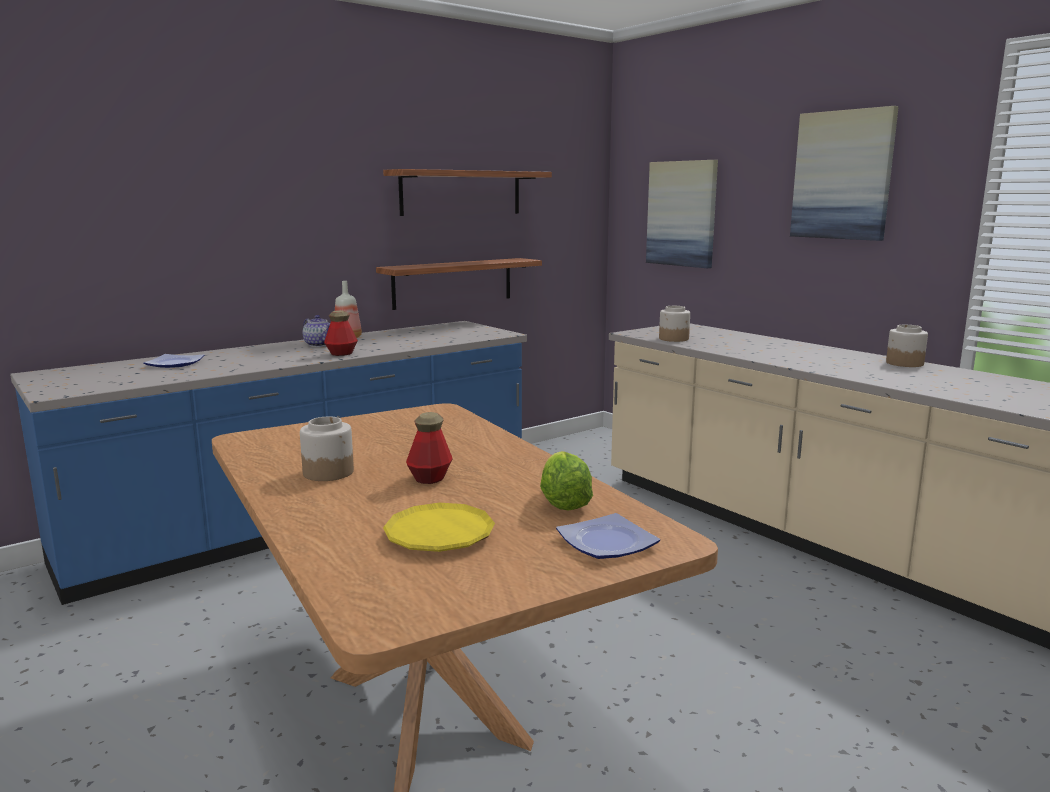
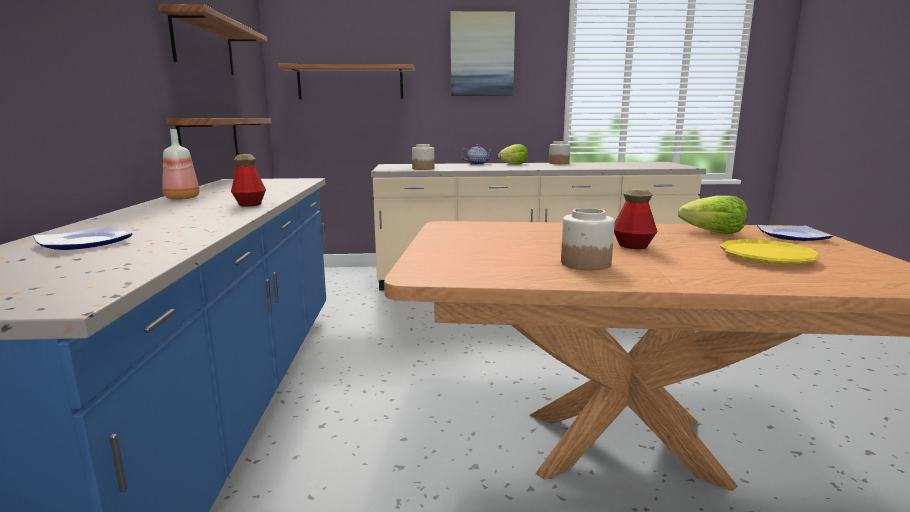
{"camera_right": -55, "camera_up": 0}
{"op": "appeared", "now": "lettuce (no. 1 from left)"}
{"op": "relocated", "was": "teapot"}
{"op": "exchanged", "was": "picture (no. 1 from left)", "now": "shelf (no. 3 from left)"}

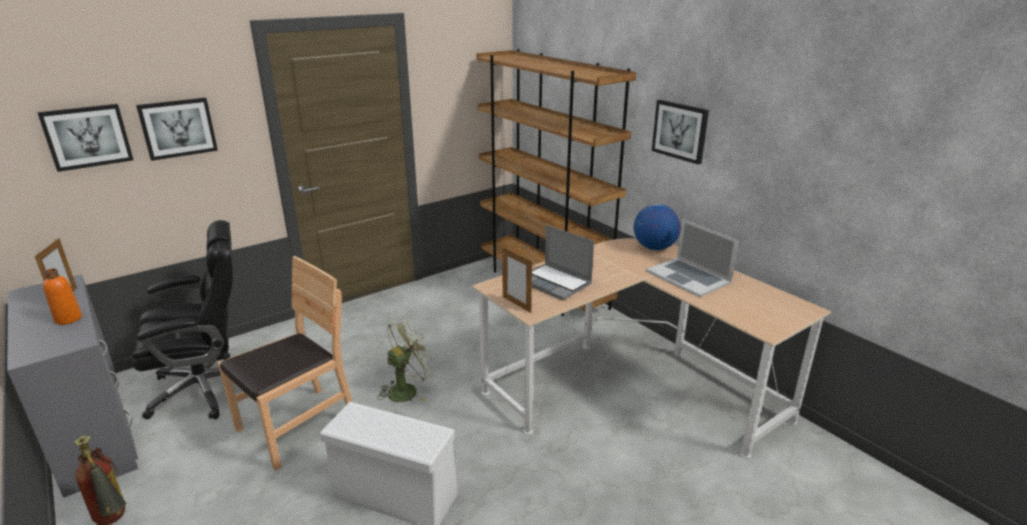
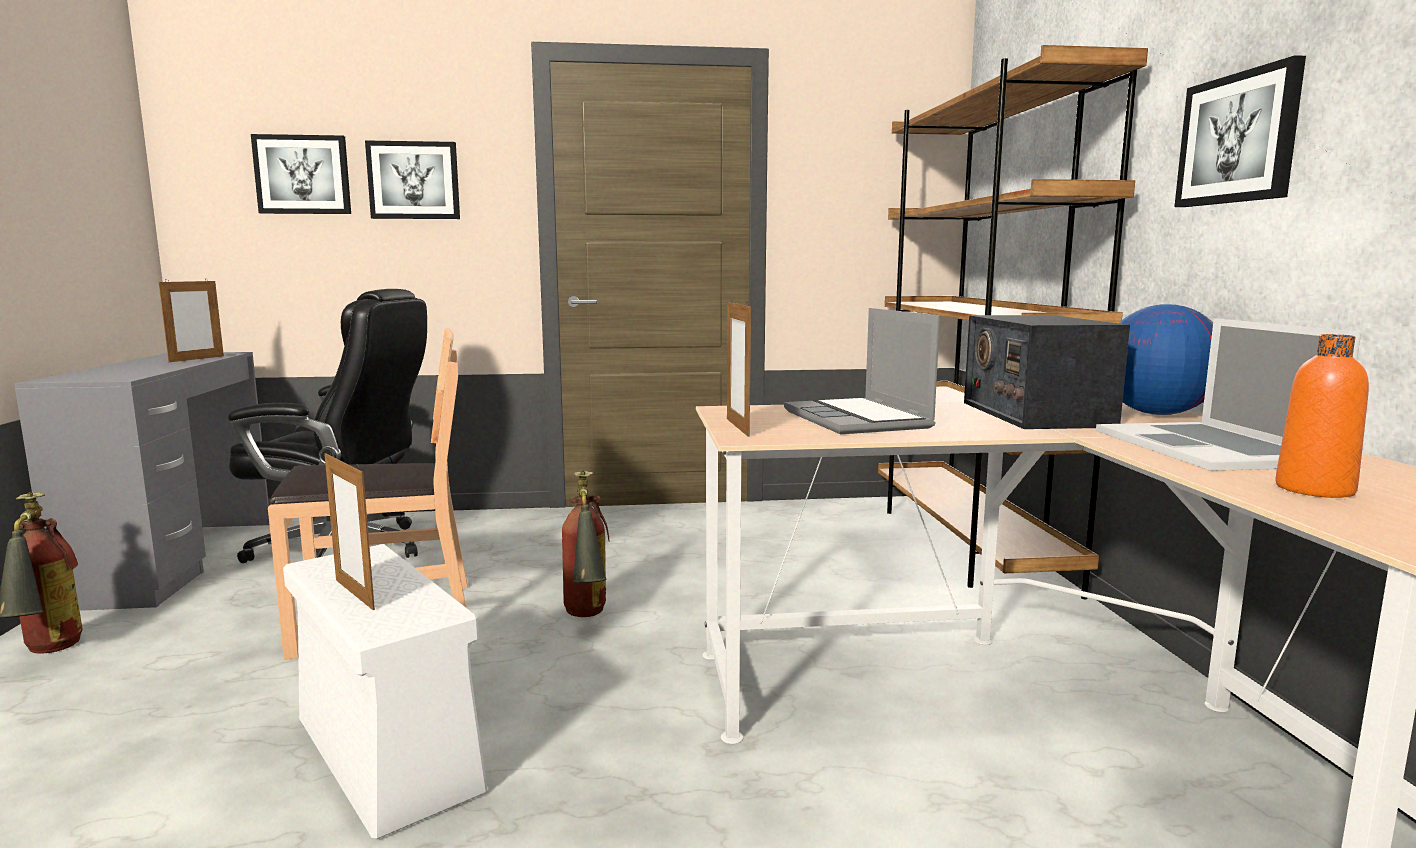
{"camera_right": 30, "camera_up": -15}
{"op": "appeared", "now": "picture frame (no. 2 from left)"}
{"op": "appeared", "now": "radio"}
{"op": "relocated", "was": "orange bottle"}
{"op": "exchanged", "was": "green fan", "now": "fire extinguisher (no. 2 from left)"}

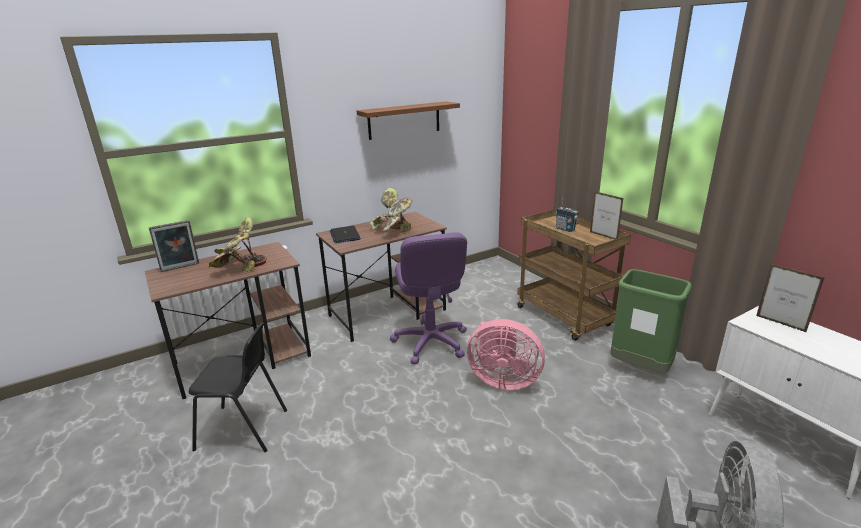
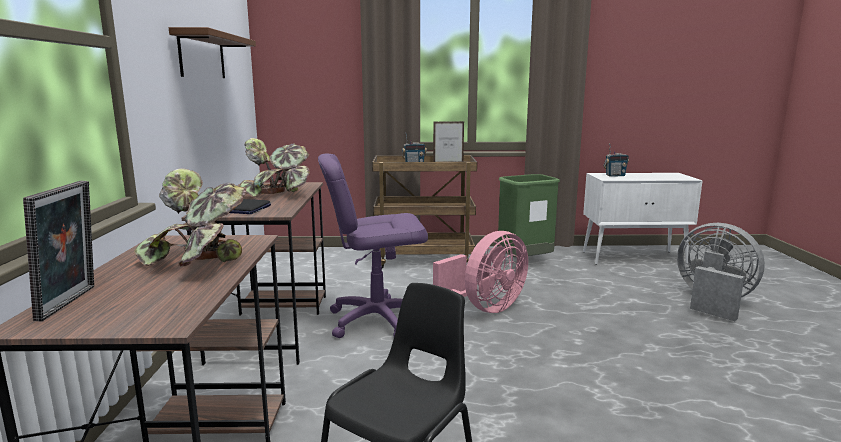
{"camera_right": -60, "camera_up": -10}
{"op": "exchanged", "was": "picture frame (no. 3 from left)", "now": "radio (no. 2 from left)"}
{"op": "spun", "was": "purple office chair", "clockwise": 150}

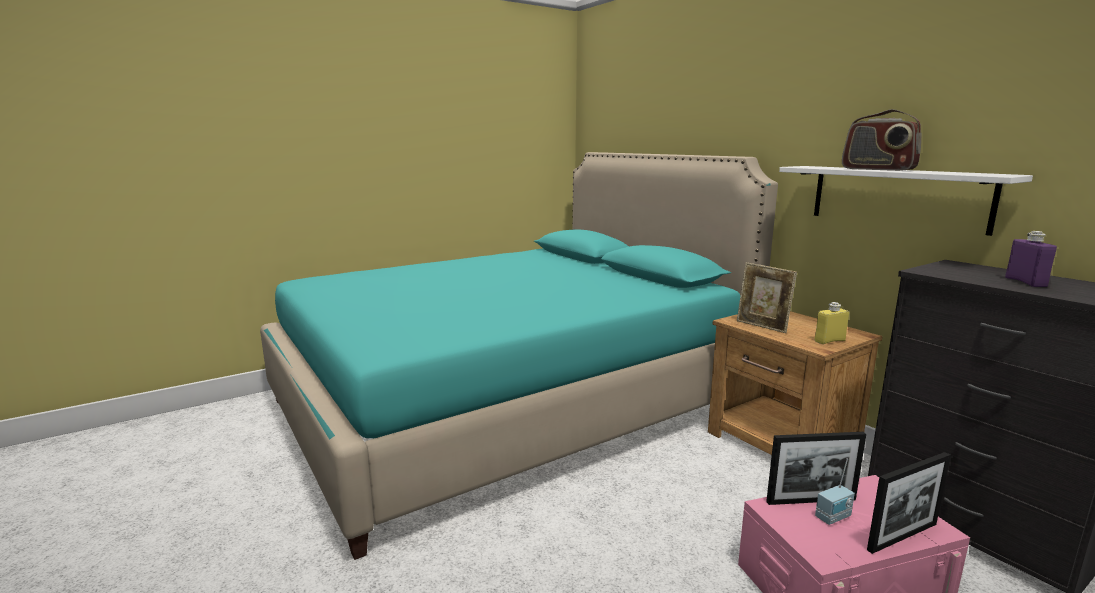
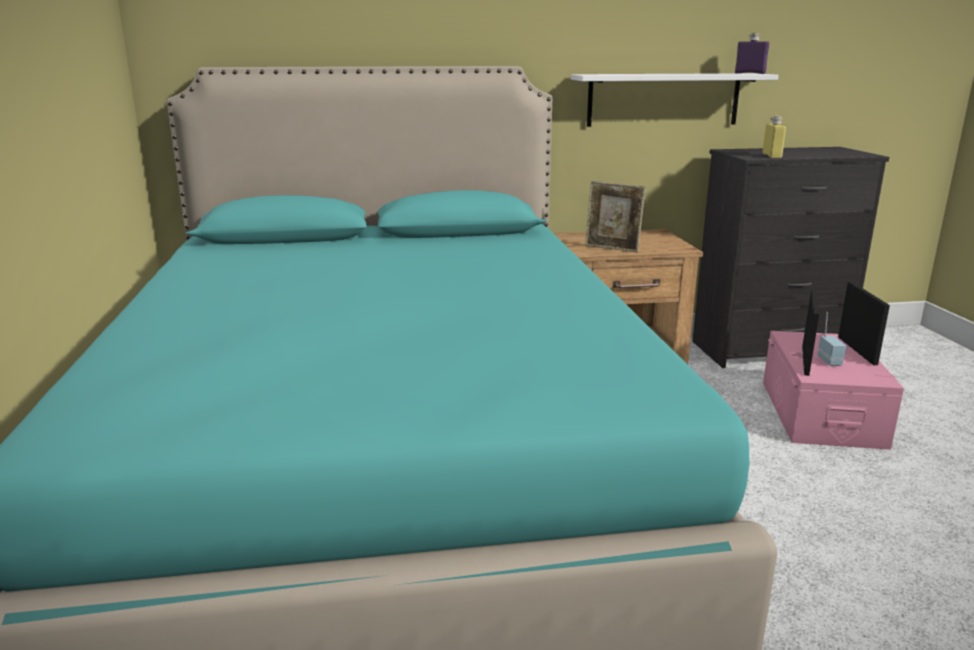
{"camera_right": -65, "camera_up": 5}
{"op": "missing", "was": "radio (no. 2 from left)"}
{"op": "relocated", "was": "yellow bottle"}
{"op": "relocated", "was": "purple bottle"}
{"op": "spun", "was": "picture frame (no. 1 from left)", "clockwise": 45}

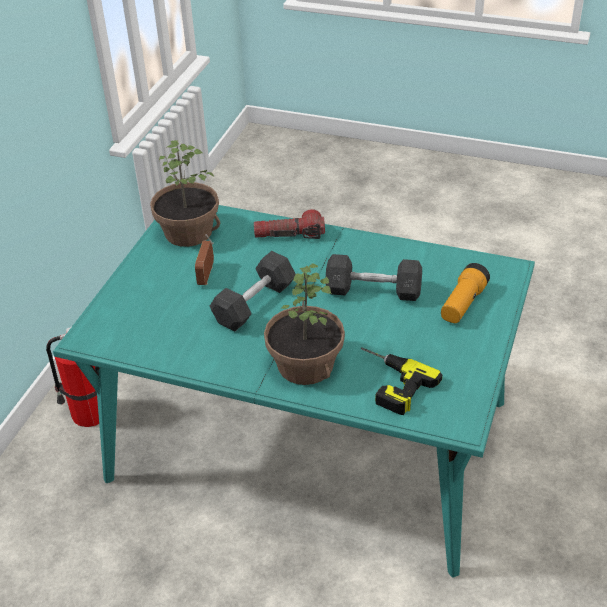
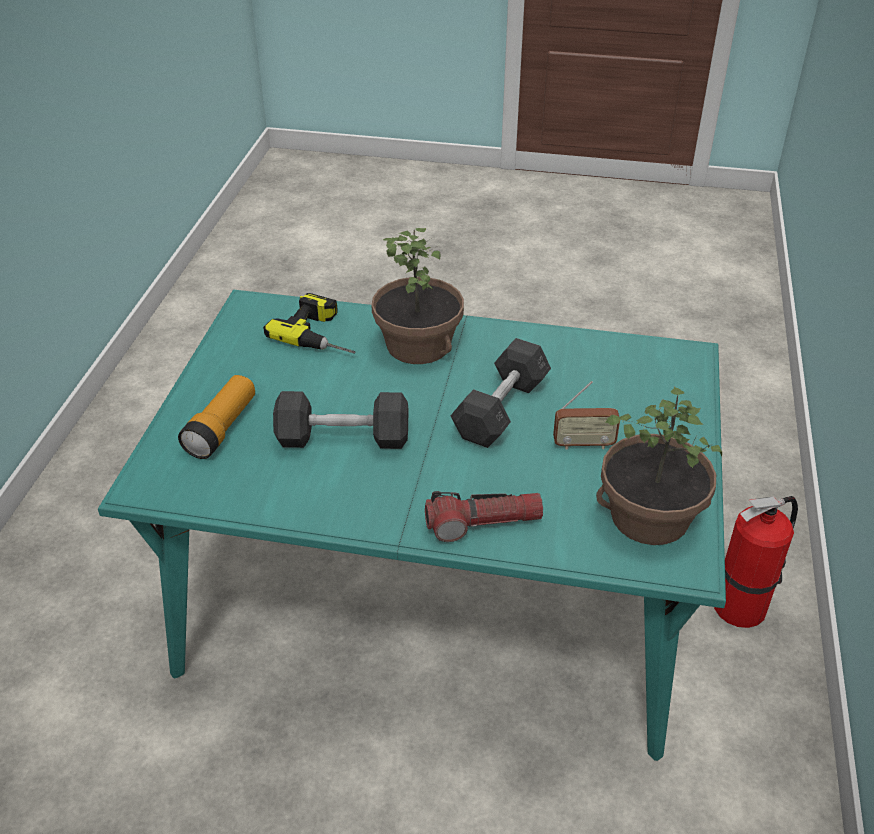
{"camera_right": 170, "camera_up": 0}
{"op": "spun", "was": "radio", "clockwise": 90}

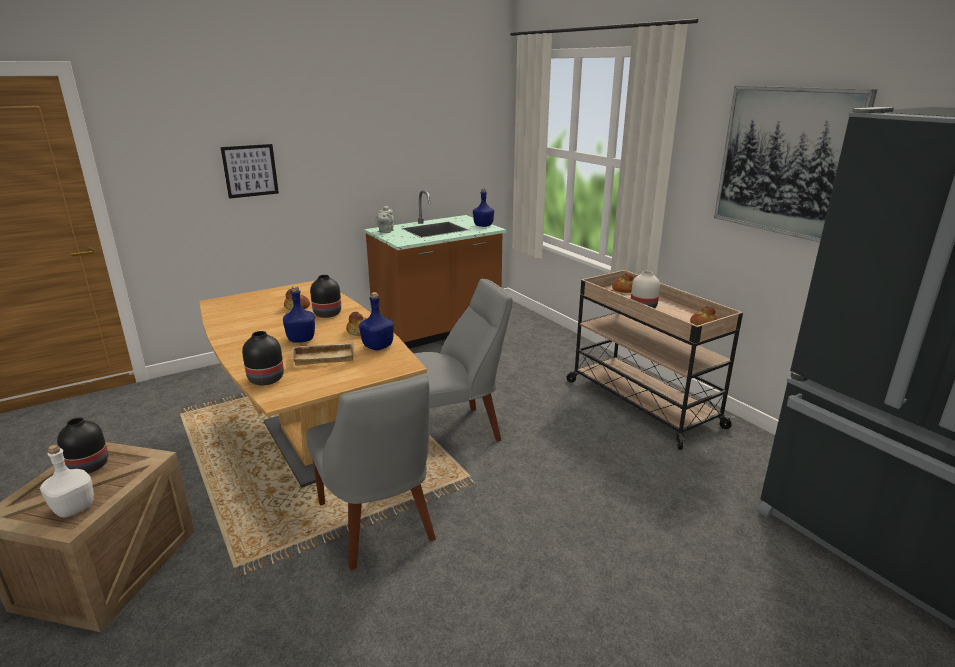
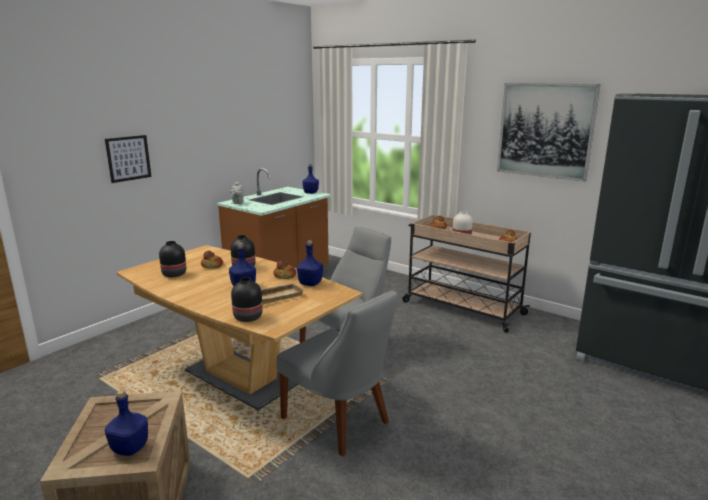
{"camera_right": -20, "camera_up": -5}
{"op": "relocated", "was": "black vase (no. 1 from left)"}
{"op": "colour", "was": "white bottle", "now": "blue bottle (no. 1 from left)"}

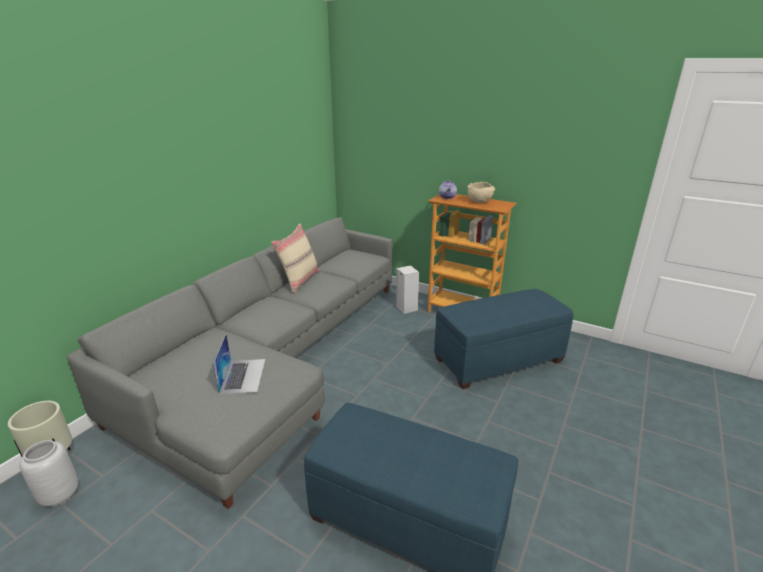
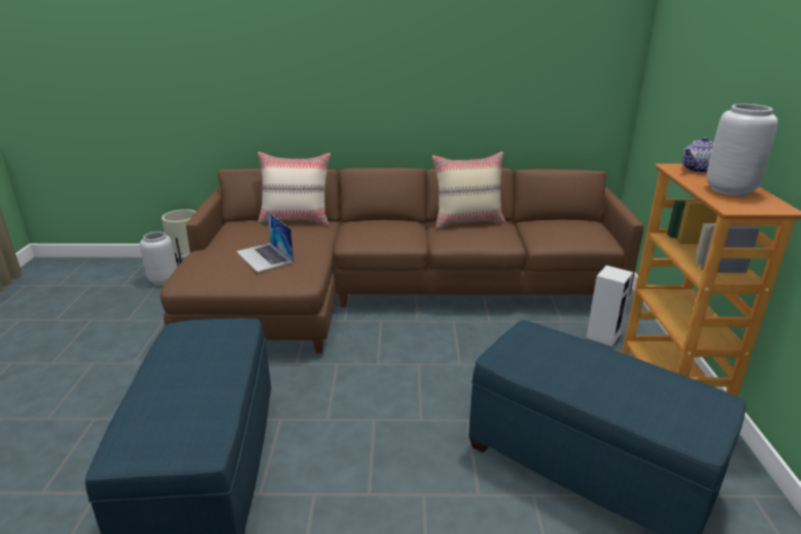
{"camera_right": 60, "camera_up": 0}
{"op": "appeared", "now": "beige pillow (no. 1 from left)"}
{"op": "exchanged", "was": "beige bowl", "now": "grey vase (no. 2 from left)"}
{"op": "colour", "was": "grey sofa", "now": "brown sofa"}
{"op": "spun", "was": "laptop", "clockwise": 90}

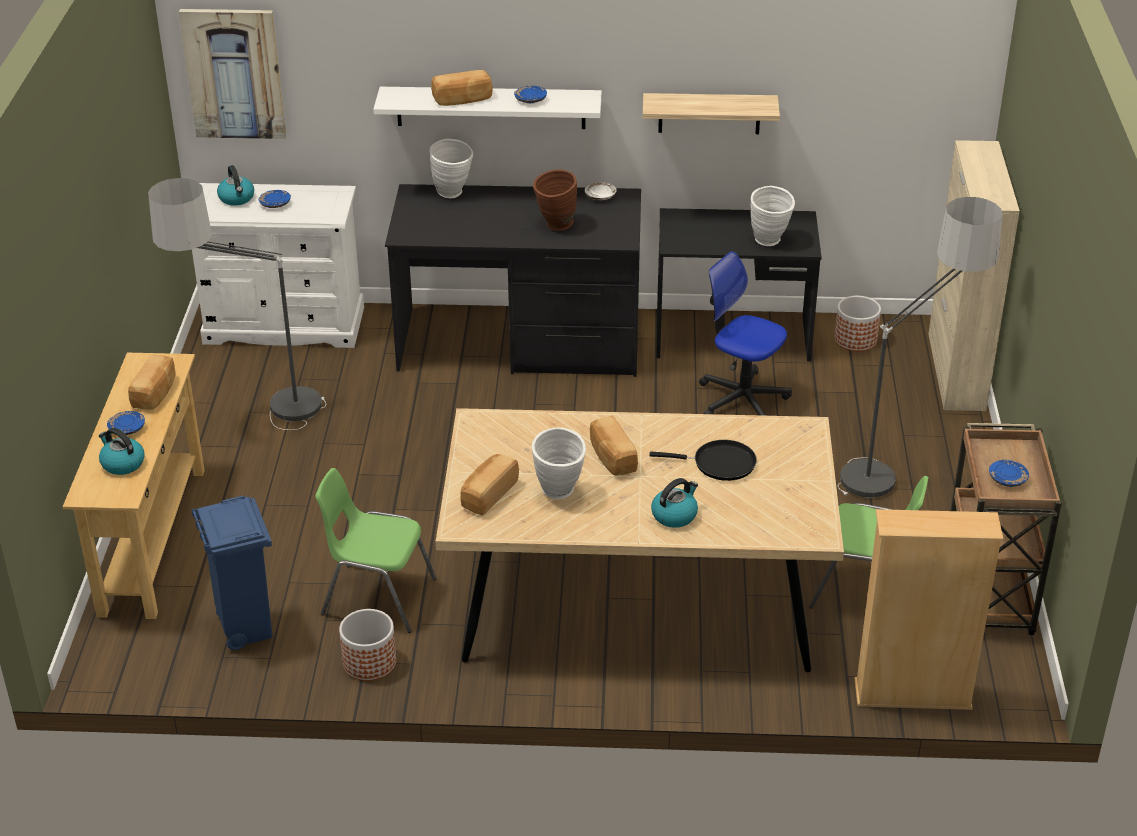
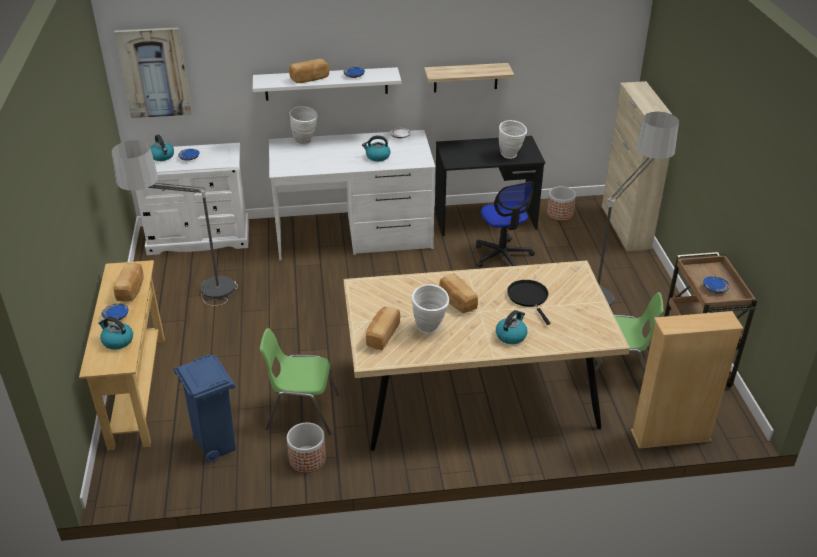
{"camera_right": -10, "camera_up": 0}
{"op": "exchanged", "was": "brown vase", "now": "kettle (no. 3 from left)"}
{"op": "colour", "was": "black desk (no. 1 from left)", "now": "white desk"}
{"op": "spun", "was": "black frying pan", "clockwise": -105}
{"op": "spun", "was": "office chair", "clockwise": -135}

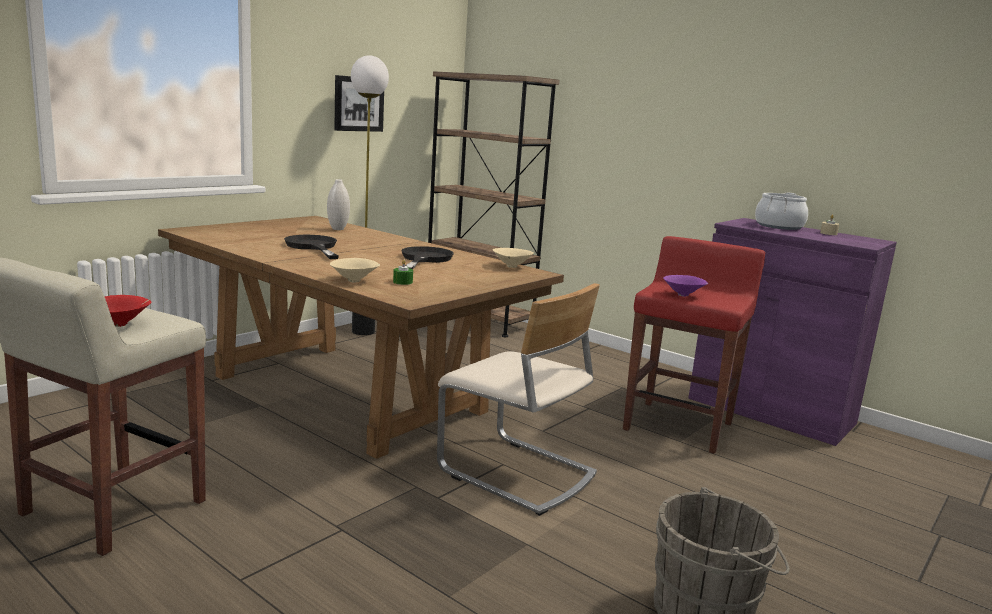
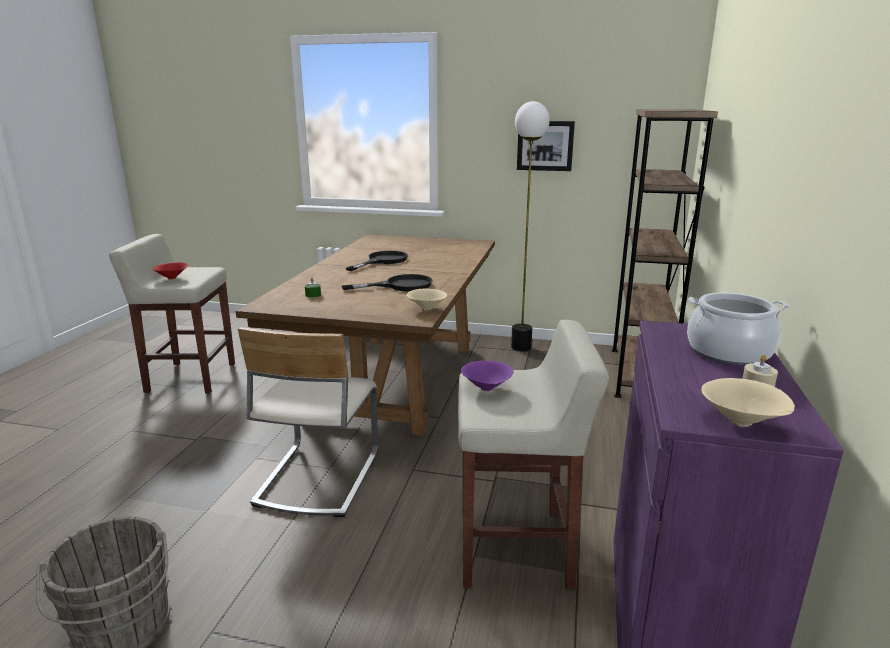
{"camera_right": 65, "camera_up": 5}
{"op": "missing", "was": "white vase"}
{"op": "relocated", "was": "beige bowl (no. 1 from left in the first image)", "now": "beige bowl (no. 2 from left)"}
{"op": "colour", "was": "red stool", "now": "beige stool (no. 2 from left)"}

